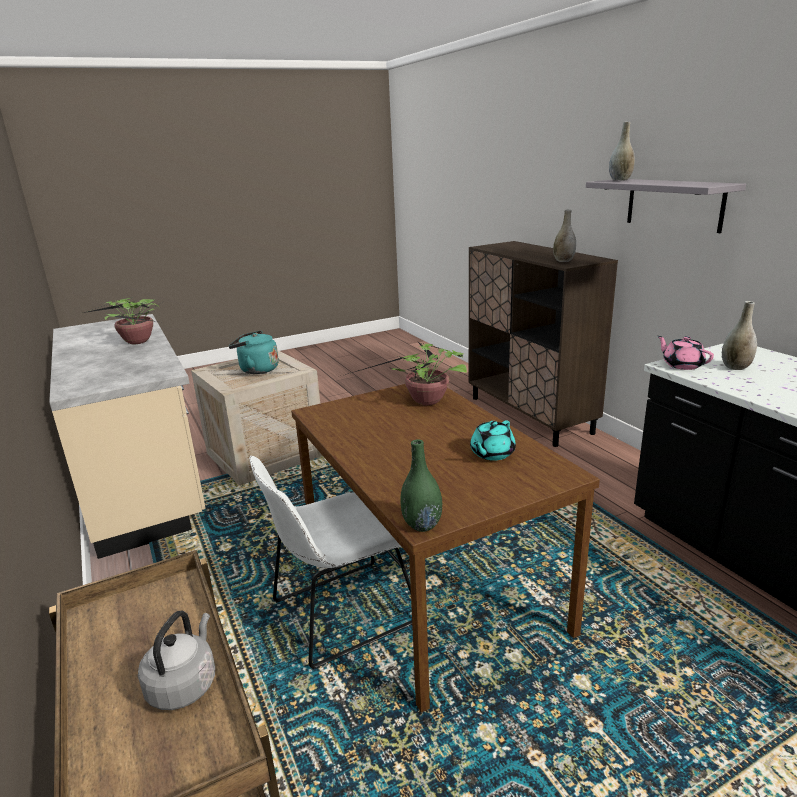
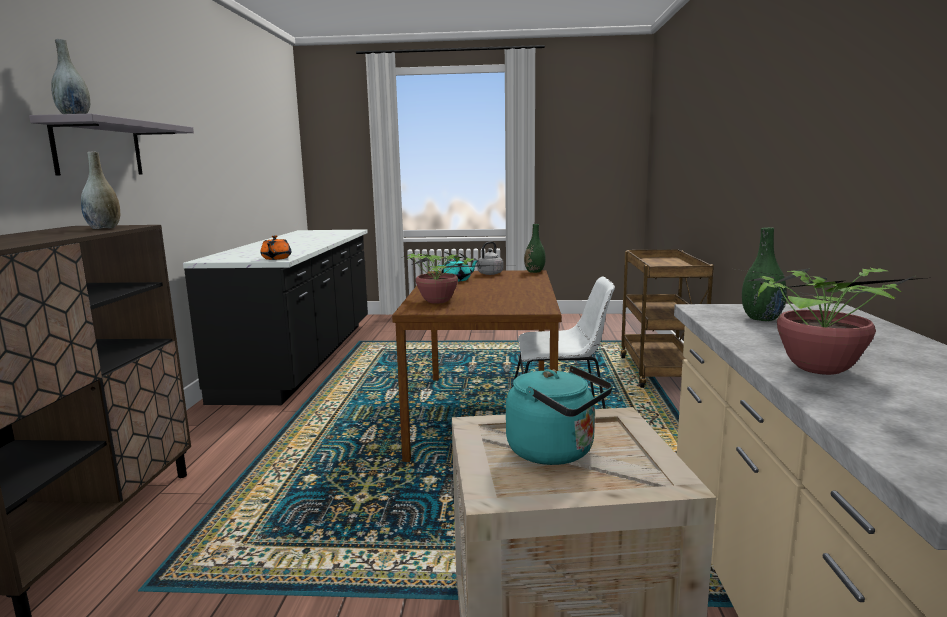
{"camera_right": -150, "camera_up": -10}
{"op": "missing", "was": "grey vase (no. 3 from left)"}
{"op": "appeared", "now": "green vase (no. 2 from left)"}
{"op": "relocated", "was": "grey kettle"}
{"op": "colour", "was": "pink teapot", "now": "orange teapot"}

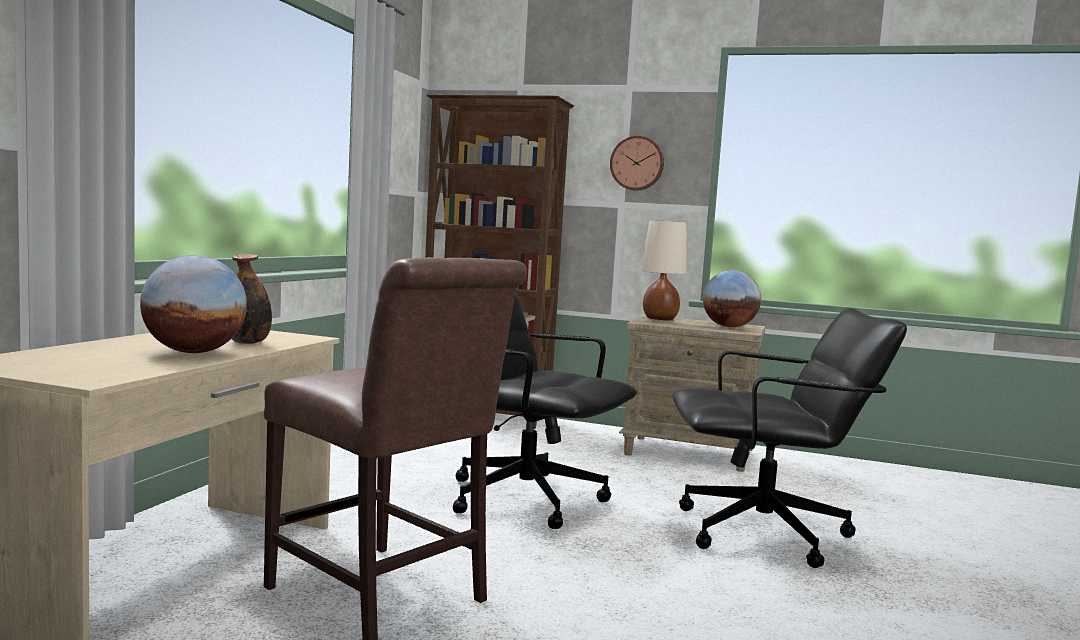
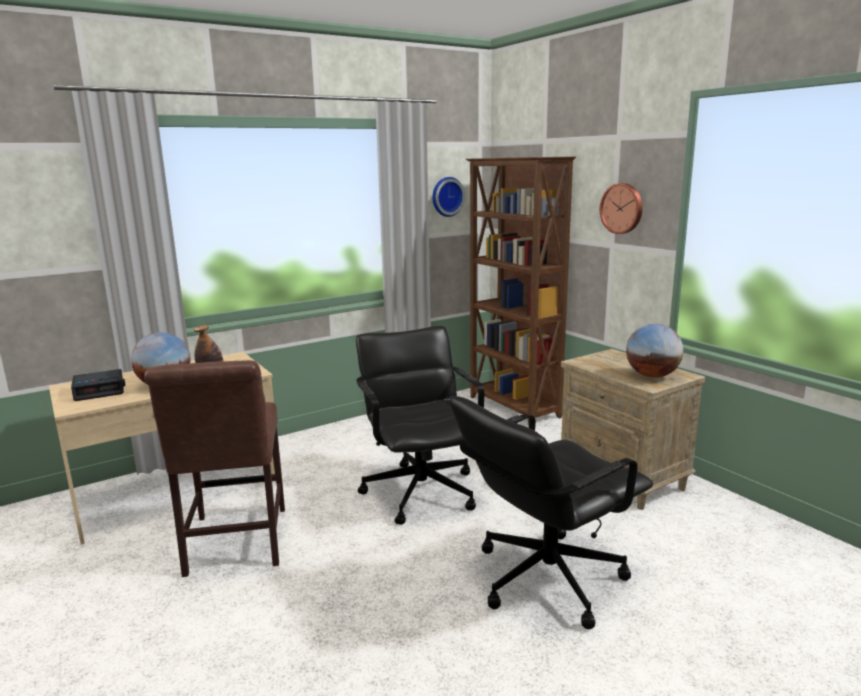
{"camera_right": 40, "camera_up": 10}
{"op": "missing", "was": "beige table lamp"}
{"op": "appeared", "now": "alarm clock"}
{"op": "appeared", "now": "wall clock (no. 1 from left)"}
{"op": "spun", "was": "black office chair (no. 2 from left)", "clockwise": 105}

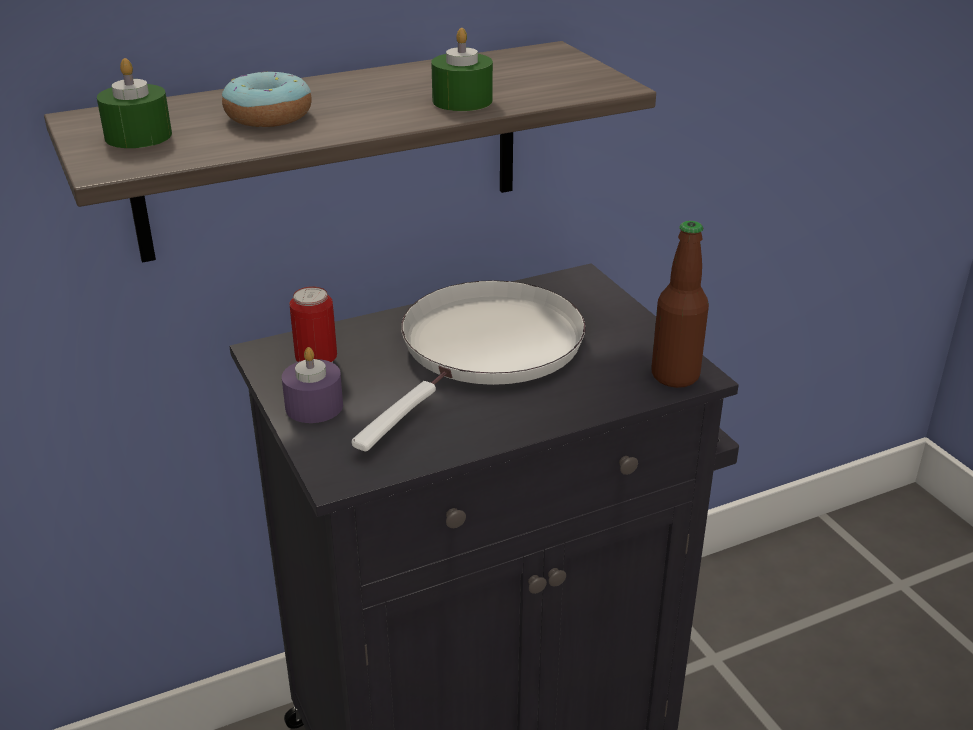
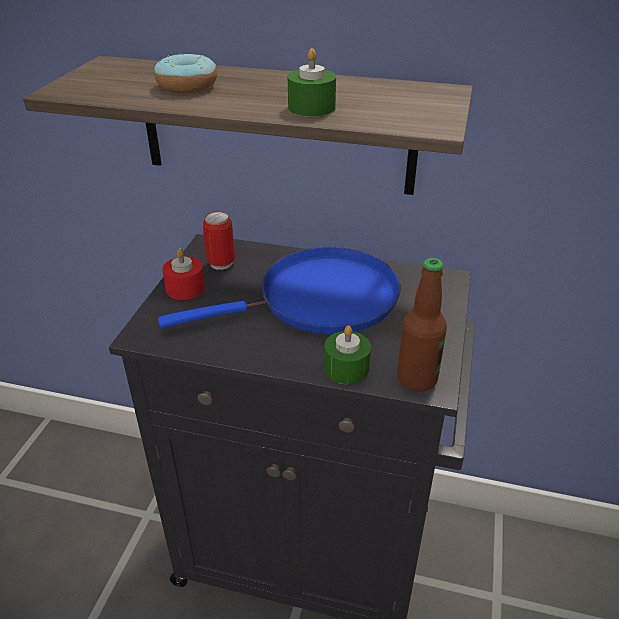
{"camera_right": 40, "camera_up": 5}
{"op": "relocated", "was": "green candle (no. 1 from left in the first image)", "now": "green candle (no. 2 from left)"}
{"op": "colour", "was": "purple candle", "now": "red candle"}
{"op": "colour", "was": "white frying pan", "now": "blue frying pan"}

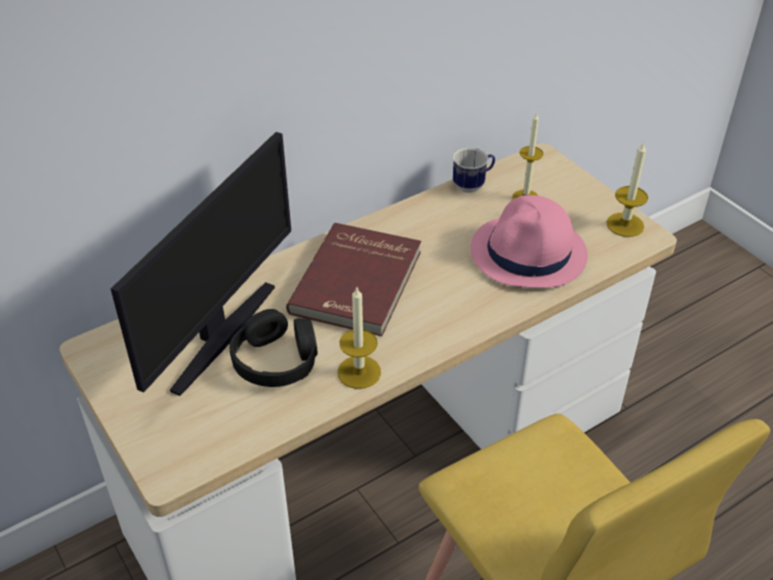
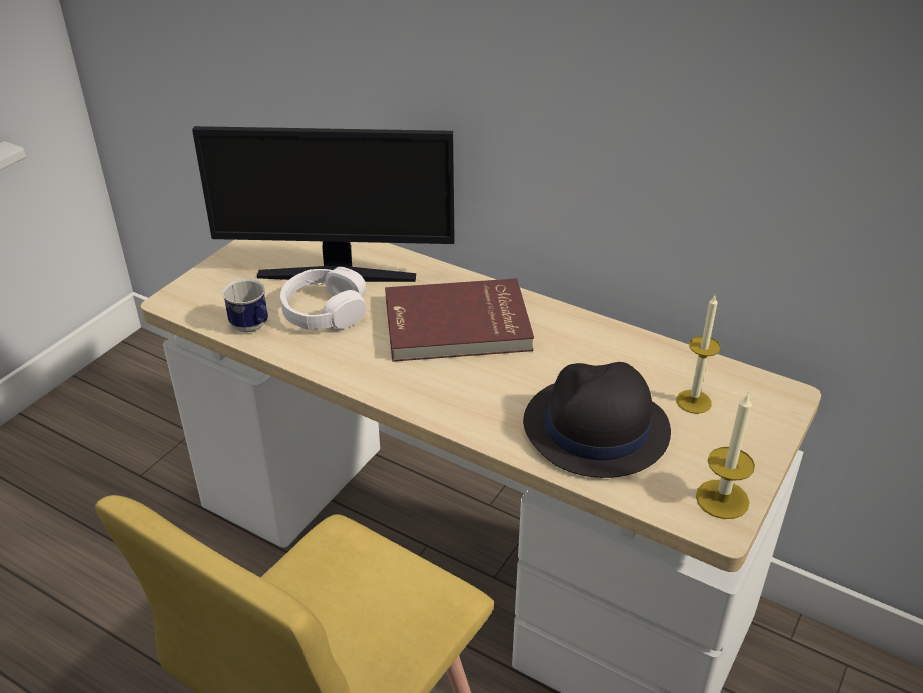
{"camera_right": 65, "camera_up": -5}
{"op": "missing", "was": "candle (no. 1 from left)"}
{"op": "relocated", "was": "mug"}
{"op": "colour", "was": "black headphones", "now": "white headphones"}
{"op": "colour", "was": "pink hat", "now": "black hat"}

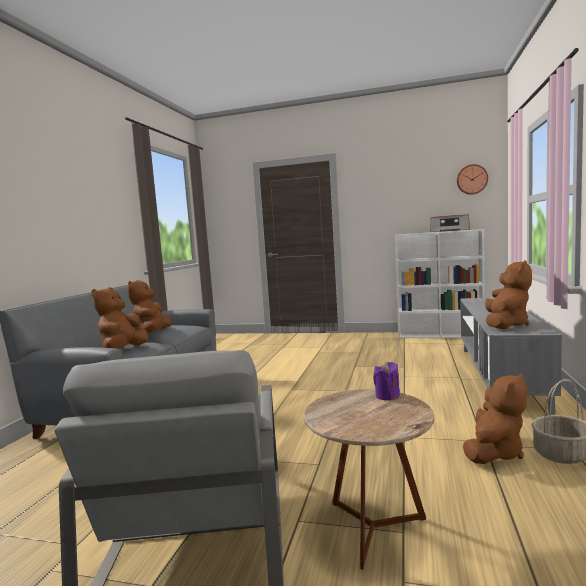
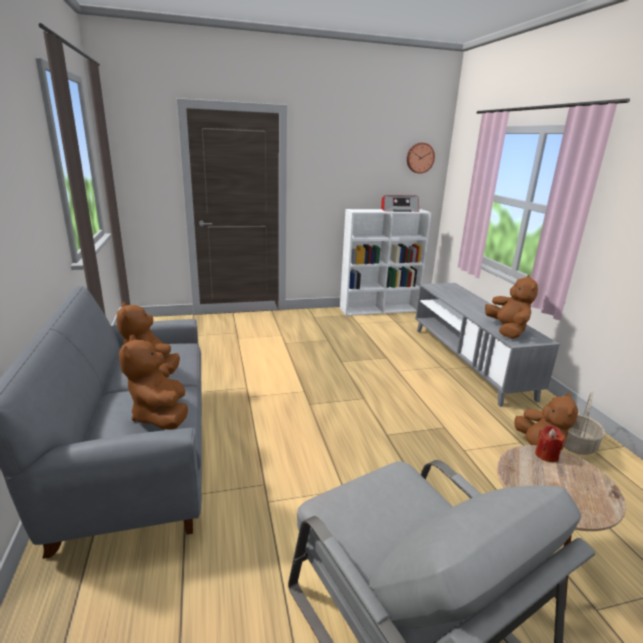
{"camera_right": -30, "camera_up": 15}
{"op": "colour", "was": "purple candle", "now": "red candle"}

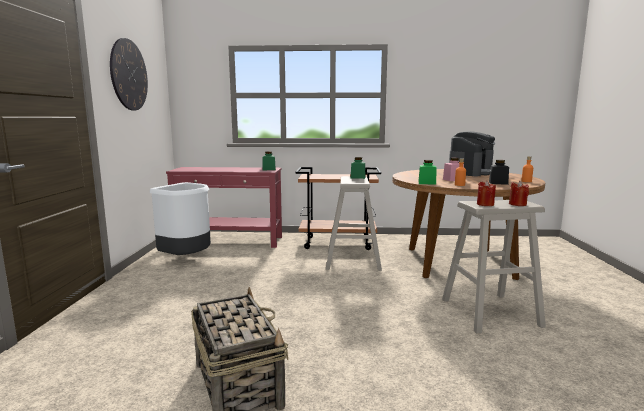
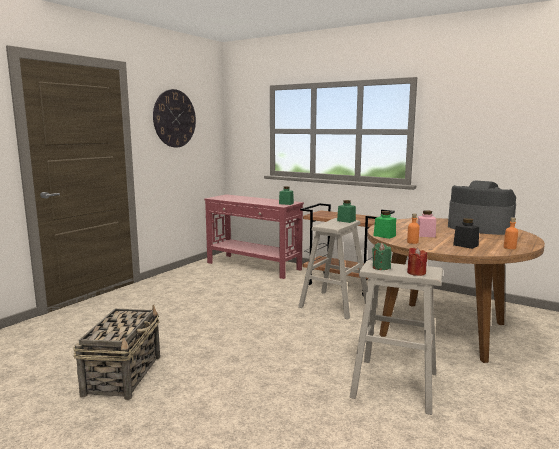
{"camera_right": 30, "camera_up": 0}
{"op": "missing", "was": "white trash can"}
{"op": "colour", "was": "red candle (no. 1 from left)", "now": "green candle"}
{"op": "spun", "was": "coffee machine", "clockwise": -120}

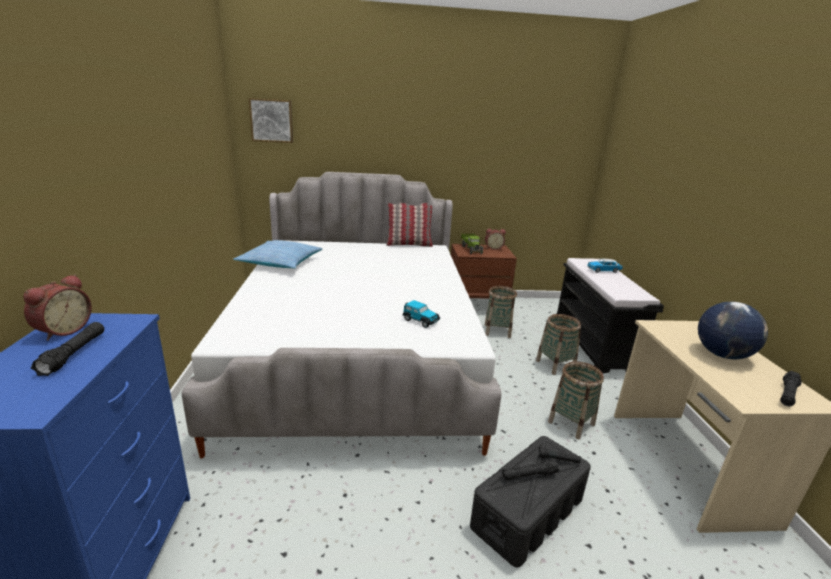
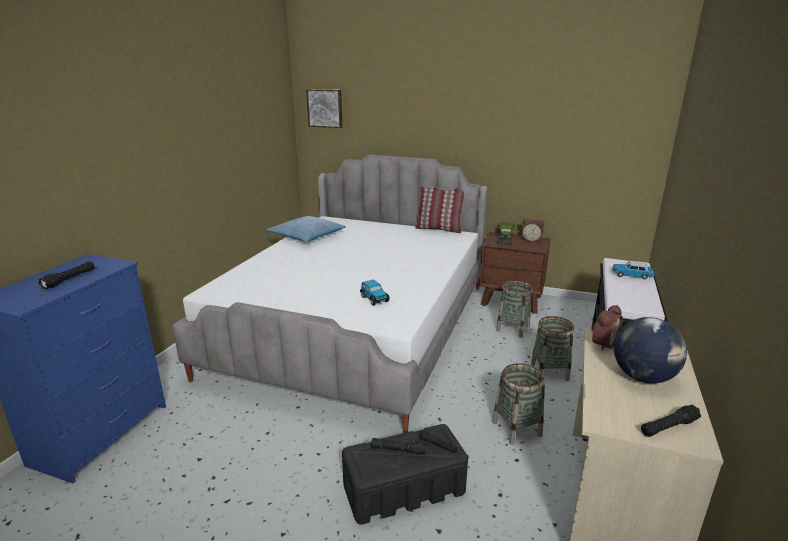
{"camera_right": 25, "camera_up": 0}
{"op": "relocated", "was": "alarm clock (no. 1 from left in the first image)", "now": "alarm clock (no. 2 from left)"}

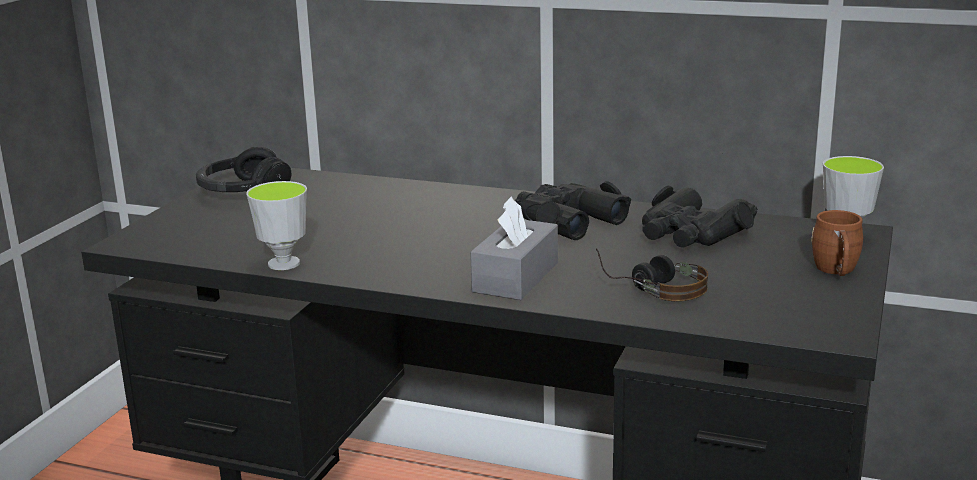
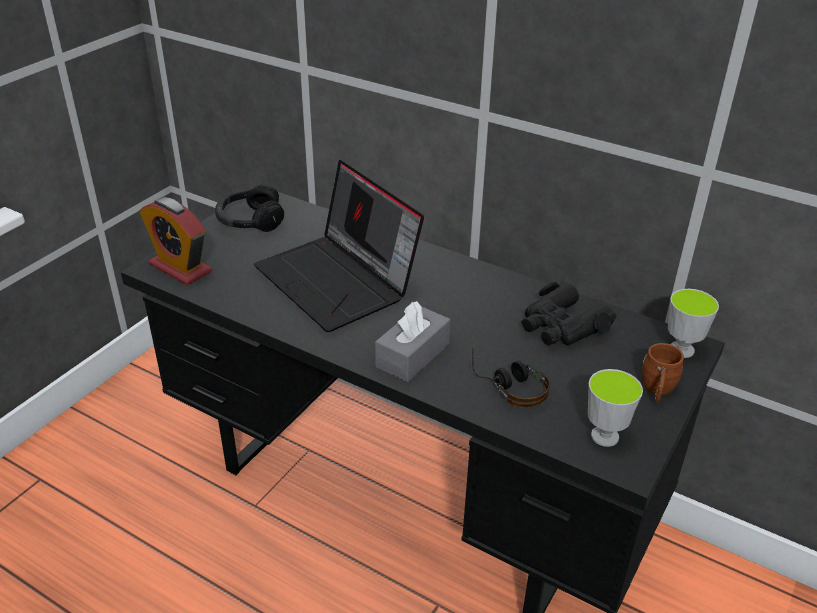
{"camera_right": 10, "camera_up": 15}
{"op": "missing", "was": "black binoculars (no. 1 from left)"}
{"op": "appeared", "now": "alarm clock"}
{"op": "appeared", "now": "laptop"}
{"op": "relocated", "was": "cup (no. 1 from left)"}

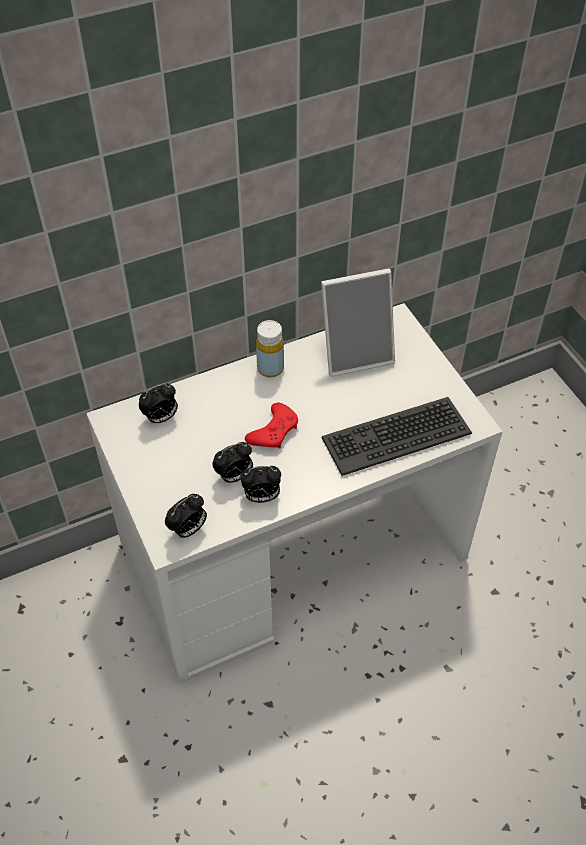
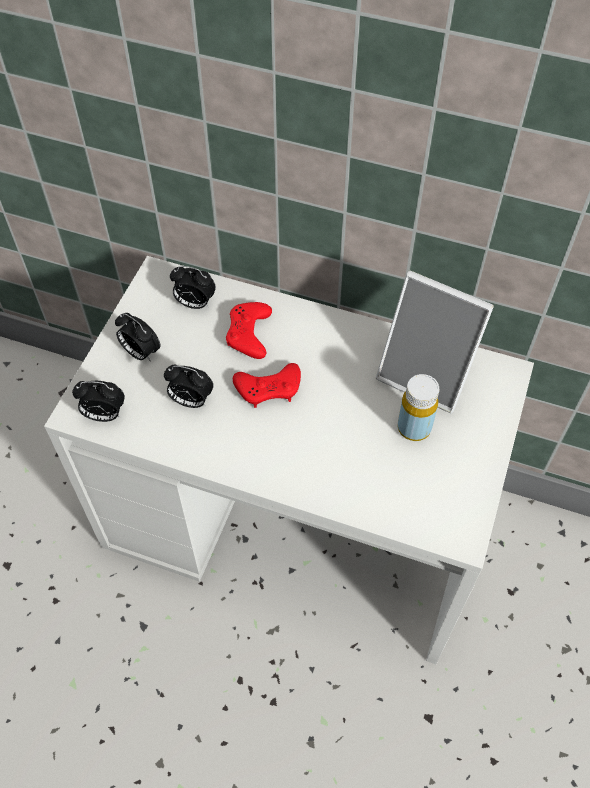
{"camera_right": 45, "camera_up": 5}
{"op": "missing", "was": "keyboard"}
{"op": "appeared", "now": "red game controller (no. 1 from left)"}
{"op": "relocated", "was": "alarm clock (no. 4 from left in the first image)", "now": "alarm clock (no. 2 from left)"}
{"op": "relocated", "was": "yellow bottle"}

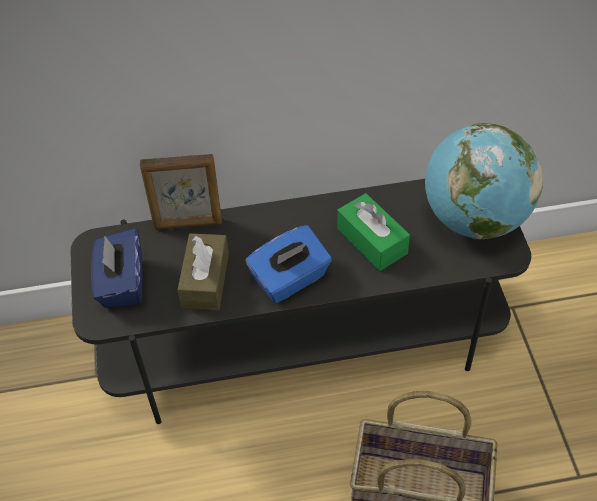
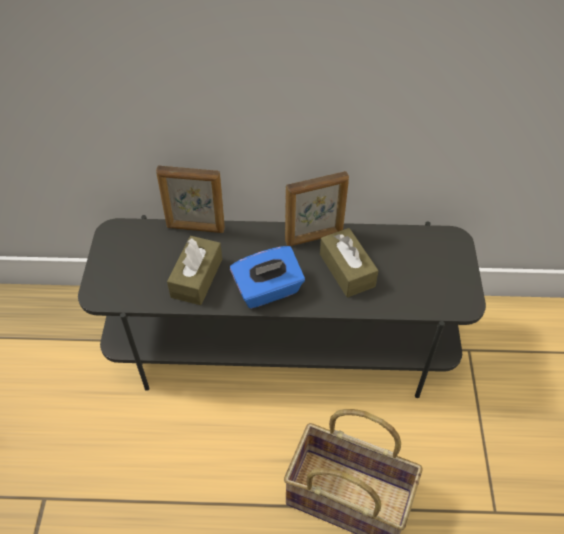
{"camera_right": 10, "camera_up": 0}
{"op": "missing", "was": "blue tissue box (no. 1 from left)"}
{"op": "missing", "was": "globe"}
{"op": "appeared", "now": "picture frame (no. 2 from left)"}
{"op": "colour", "was": "green tissue box", "now": "brown tissue box (no. 2 from left)"}

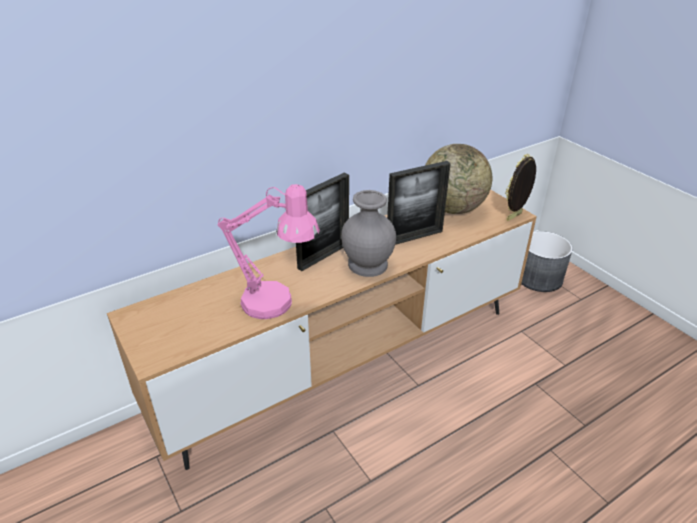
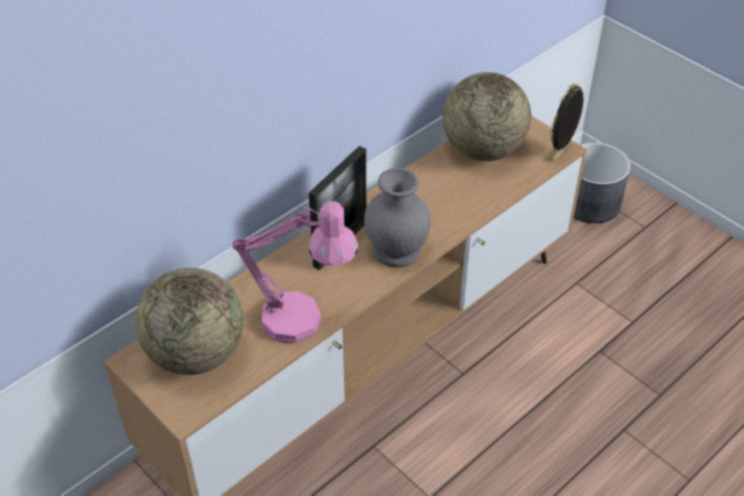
{"camera_right": -10, "camera_up": 10}
{"op": "missing", "was": "picture frame (no. 2 from left)"}
{"op": "appeared", "now": "globe (no. 1 from left)"}

